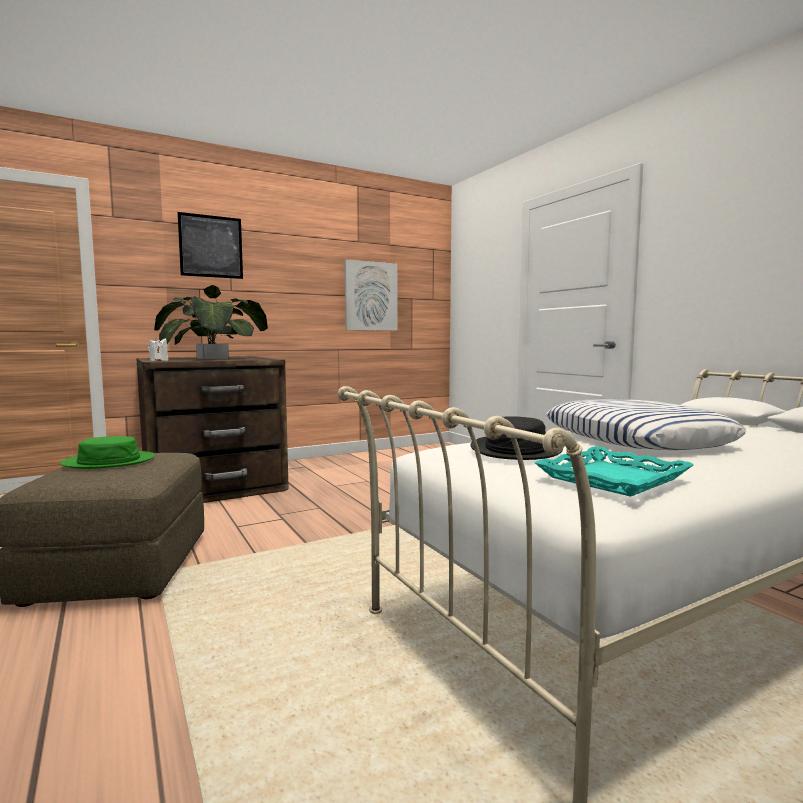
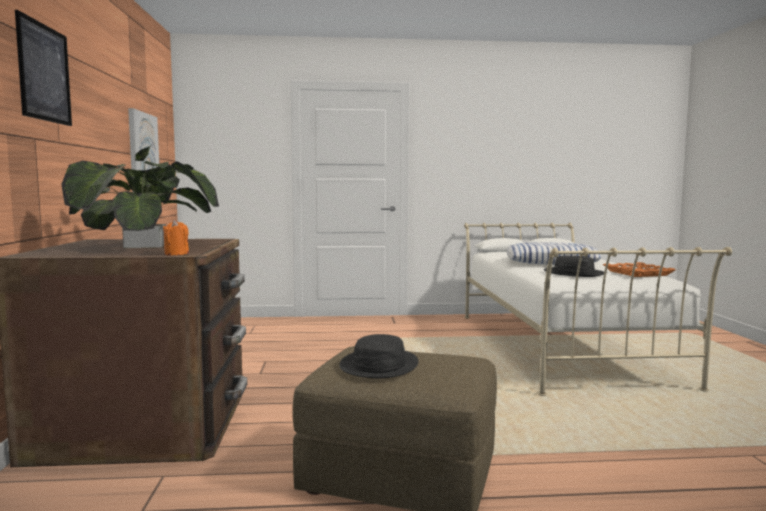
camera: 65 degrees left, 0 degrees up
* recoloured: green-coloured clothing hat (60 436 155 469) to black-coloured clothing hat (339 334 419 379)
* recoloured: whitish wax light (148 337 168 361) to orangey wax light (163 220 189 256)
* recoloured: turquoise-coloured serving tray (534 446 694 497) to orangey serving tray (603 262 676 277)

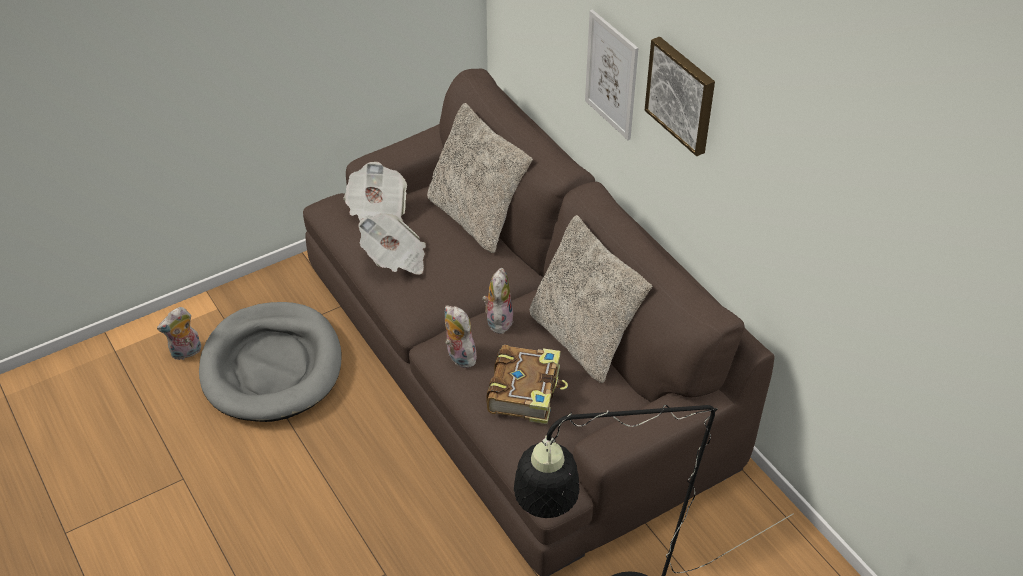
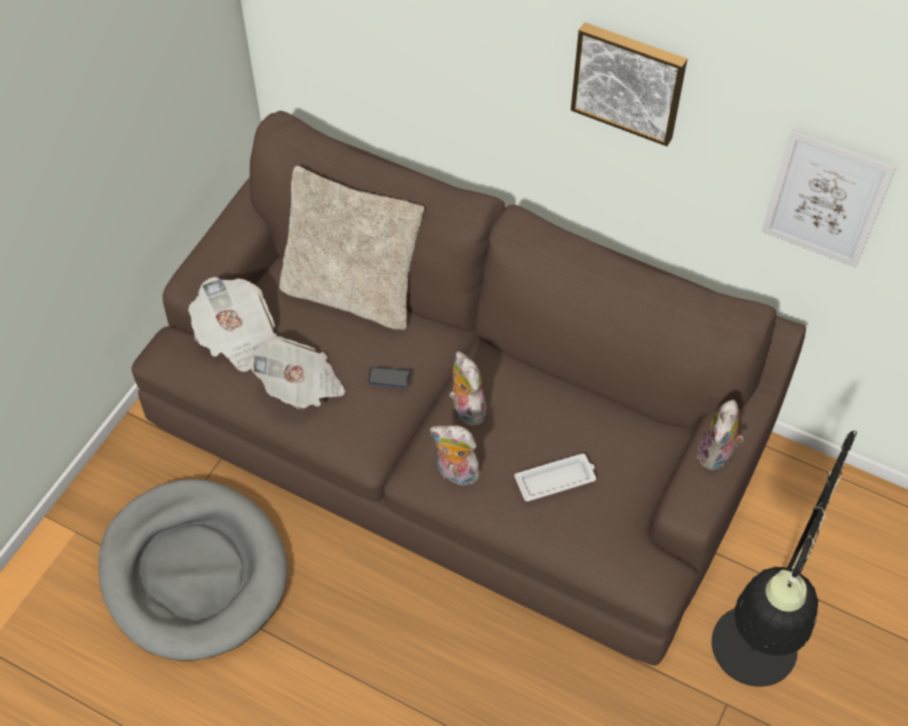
camera: 30 degrees left, 10 degrees up
* removed: beige cushion (530 215 652 383)
* added: handset (368 366 411 388)
* moved: soft toy (157 307 201 360) to (697 400 744 470)
* moved: wall picture (585 10 638 140) to (761 129 897 268)
* replaced: bound book (486 345 568 424) to whitish serving tray (514 454 596 501)

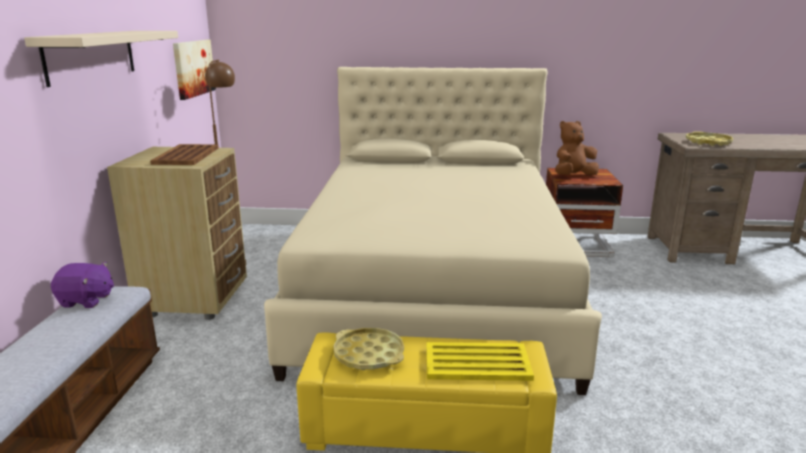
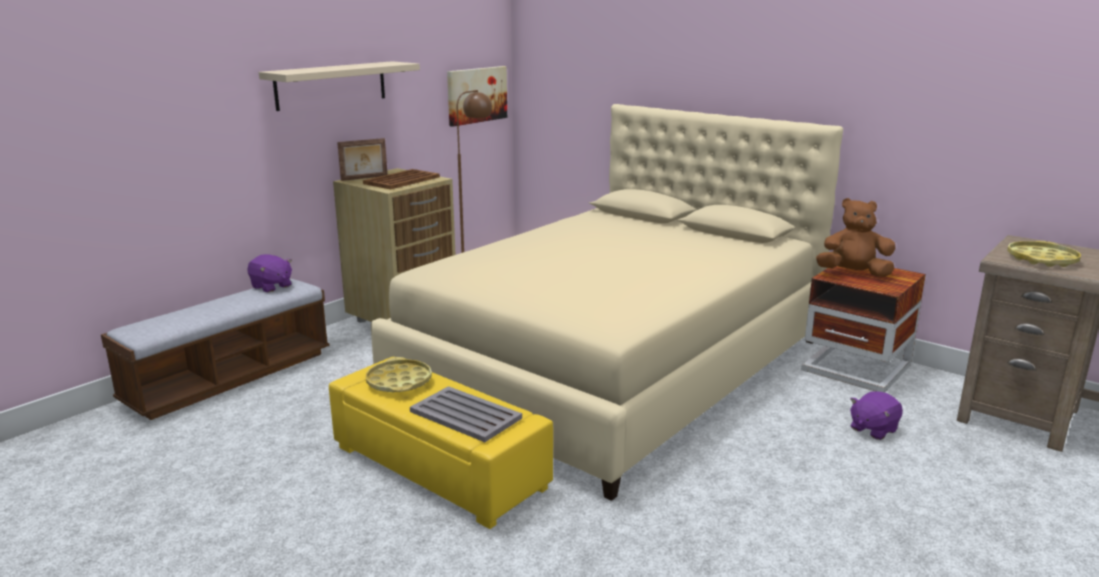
camera: 35 degrees right, 0 degrees up
* added: picture frame (337 138 388 181)
* added: purplish soft toy (850 392 903 440)
* recoloured: yellow-coloured serving tray (426 342 534 381) to grey serving tray (410 386 522 442)

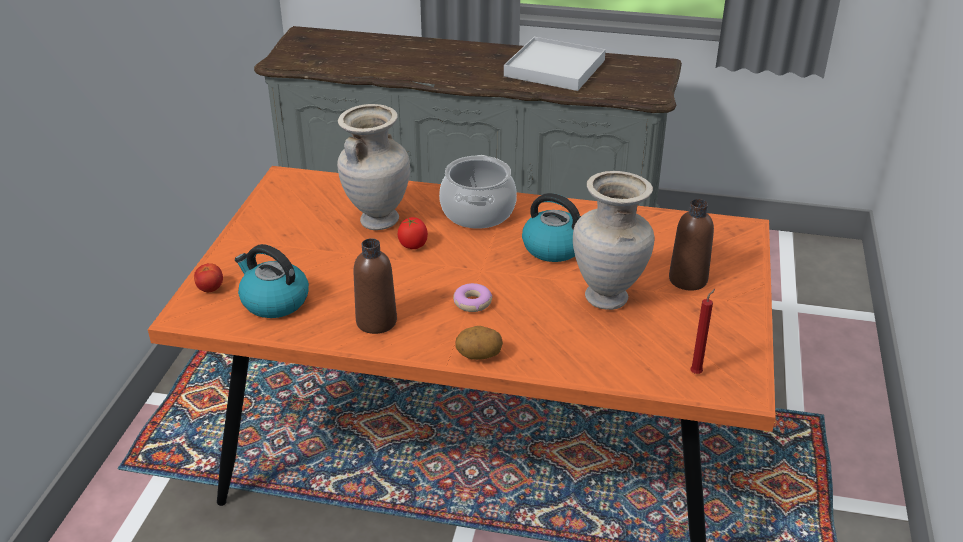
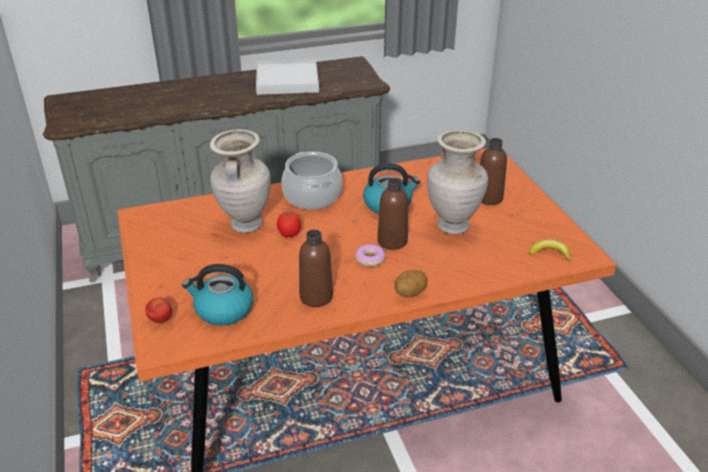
camera: 30 degrees left, 0 degrees up
* added: brown-coloured bottle (377 178 408 250)
* replaced: red-coloured wax light (690 289 715 374) to banana (529 239 571 262)

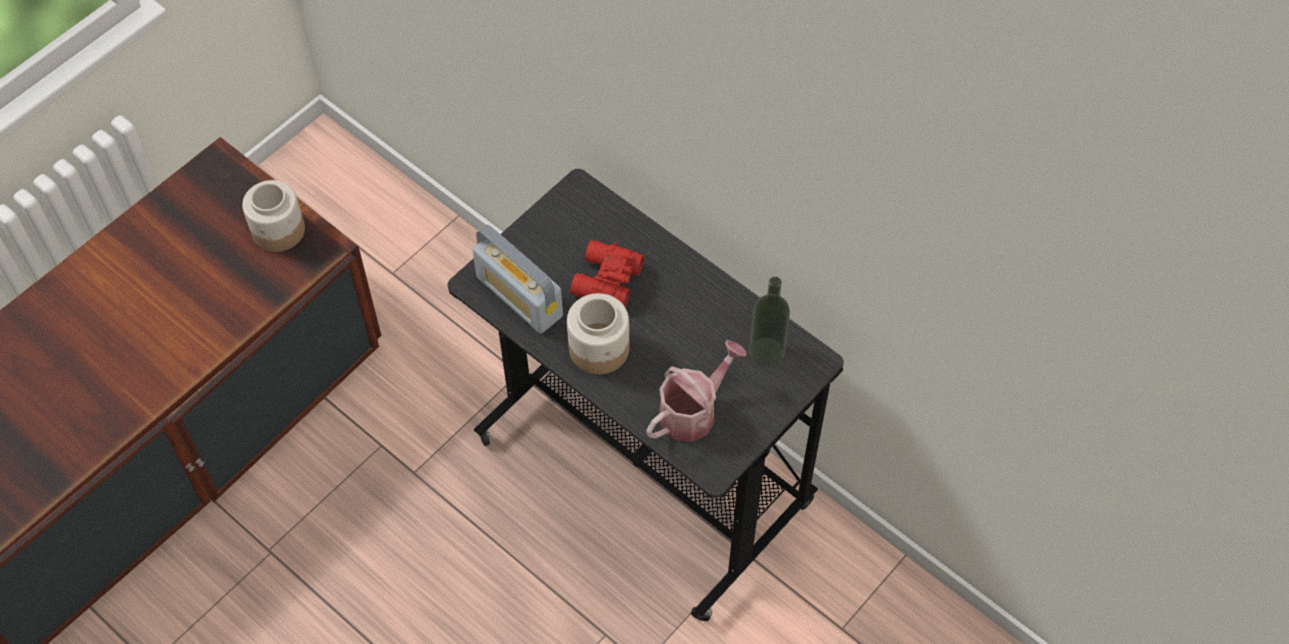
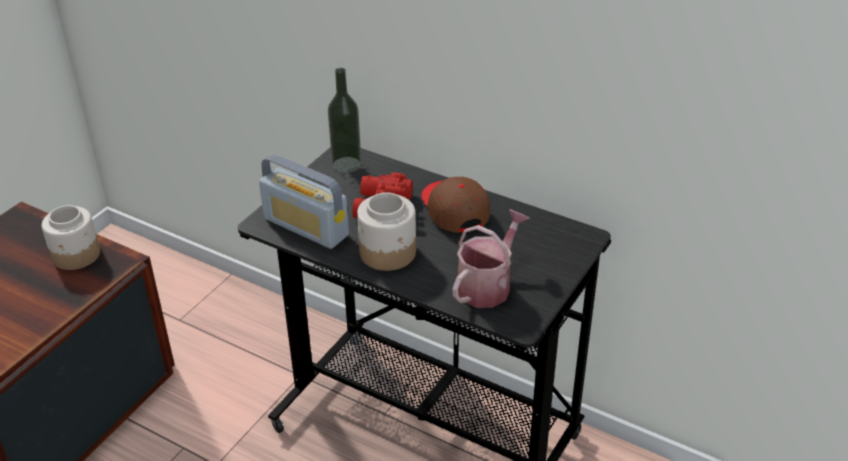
camera: 10 degrees left, 20 degrees down
* added: brown-coloured baseball cap (421 177 490 233)
* moved: bottle (749 277 790 367) to (328 68 362 173)

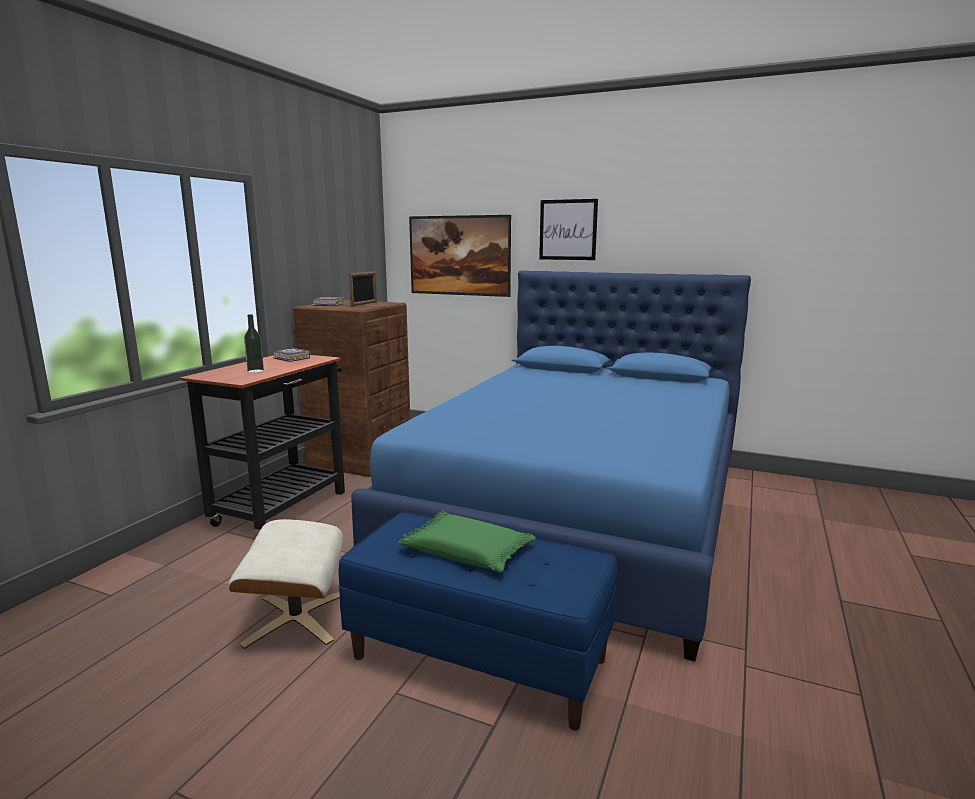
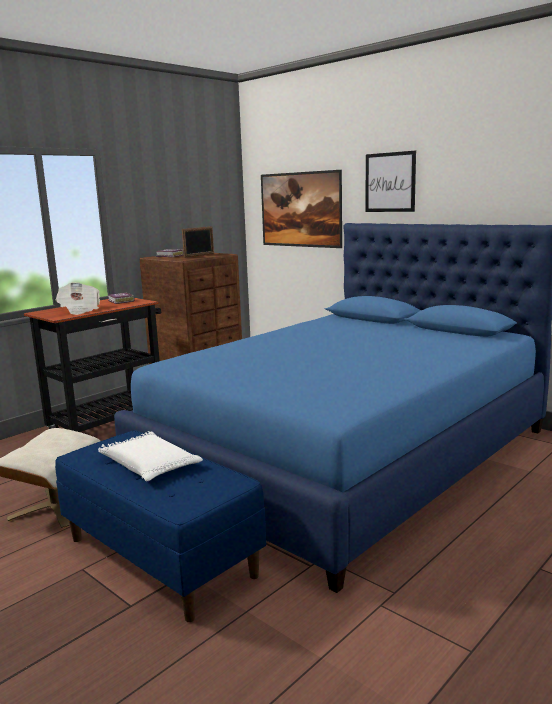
camera: 20 degrees right, 0 degrees up
* replaced: bottle (244 314 264 373) to daily paper (55 282 100 315)
* recoloured: green-coloured cushion (398 511 536 572) to whitish cushion (98 431 203 481)

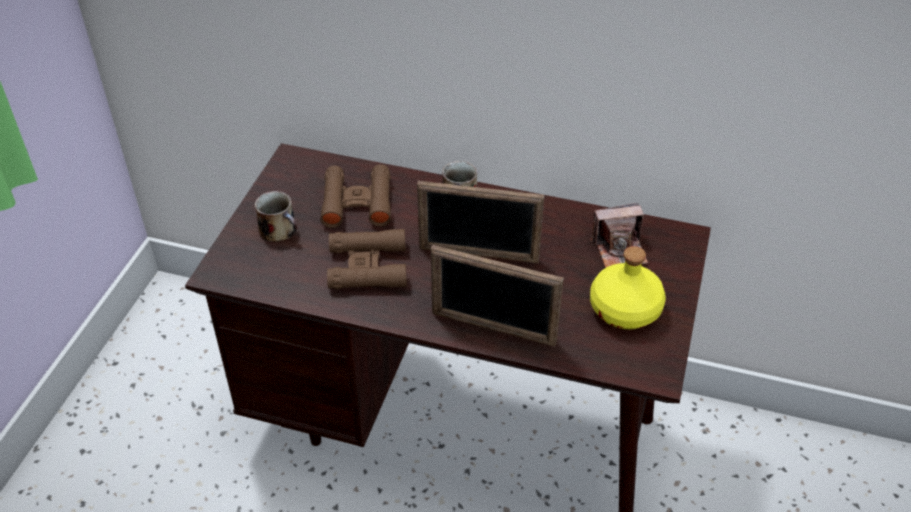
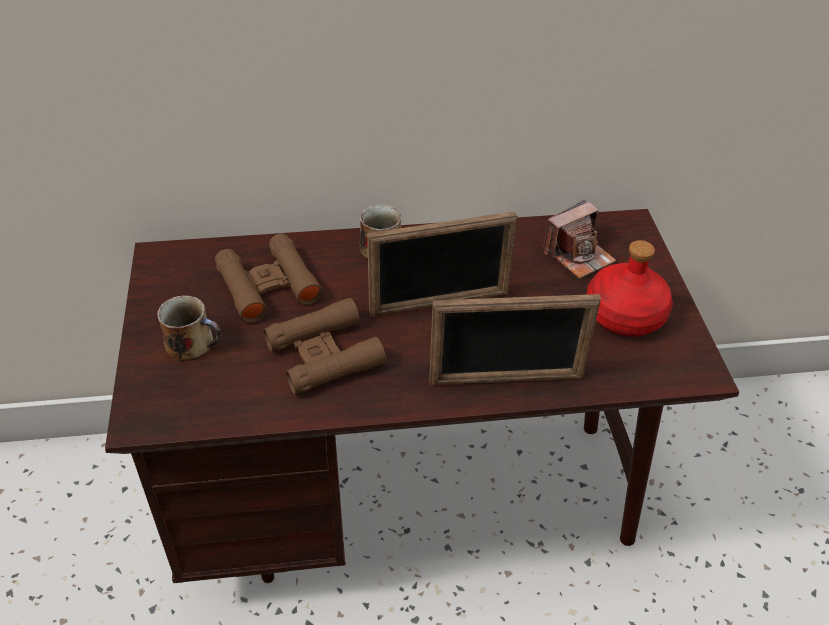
camera: 25 degrees left, 0 degrees up
* recoloured: yellow-coloured bottle (590 246 666 329) to red-coloured bottle (586 240 673 337)

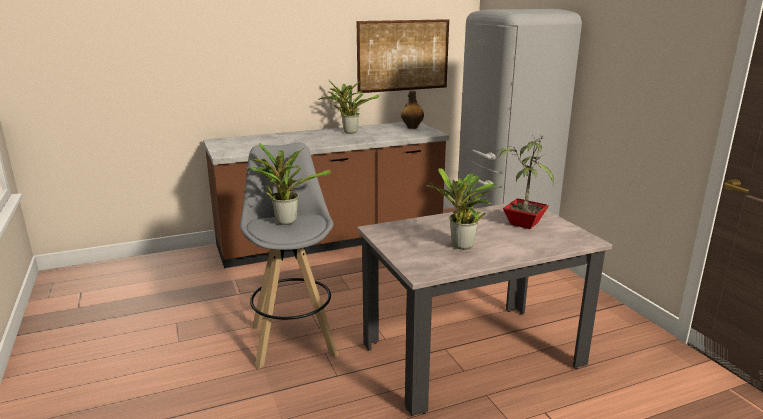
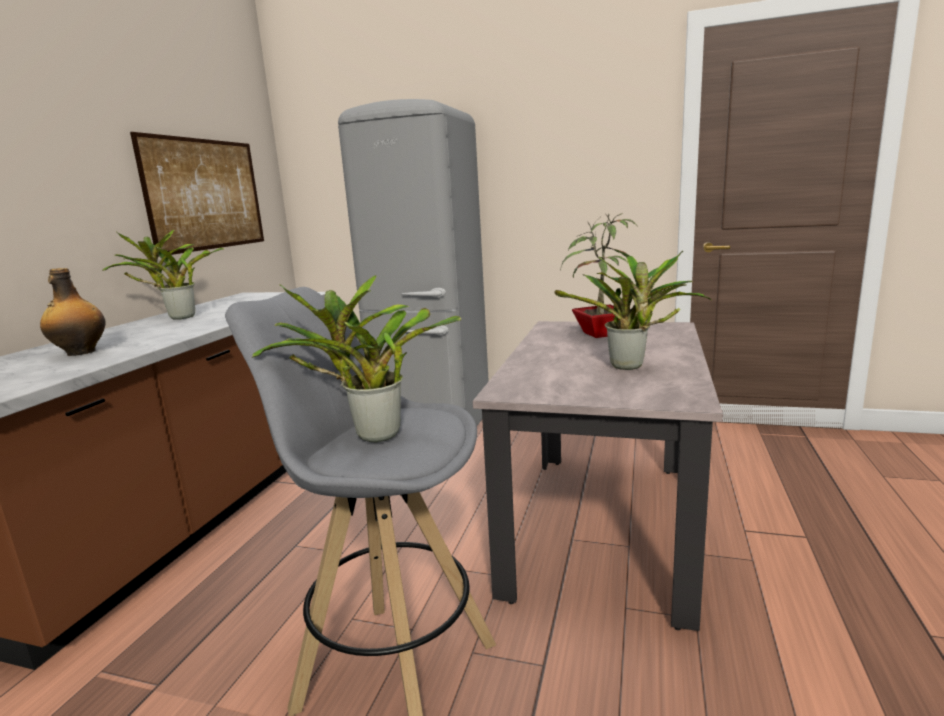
camera: 50 degrees left, 5 degrees down
* moved: bottle (401 90 424 129) to (40 268 106 356)

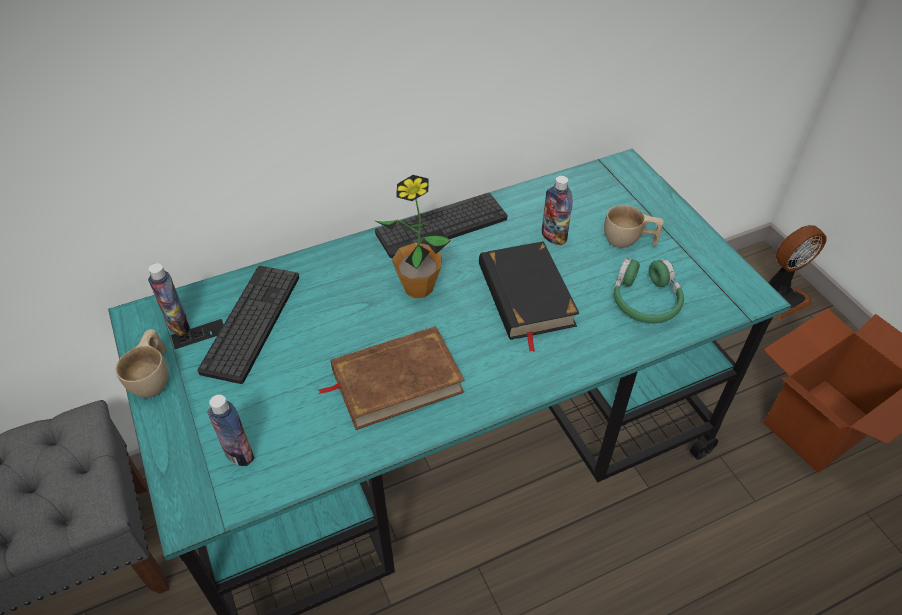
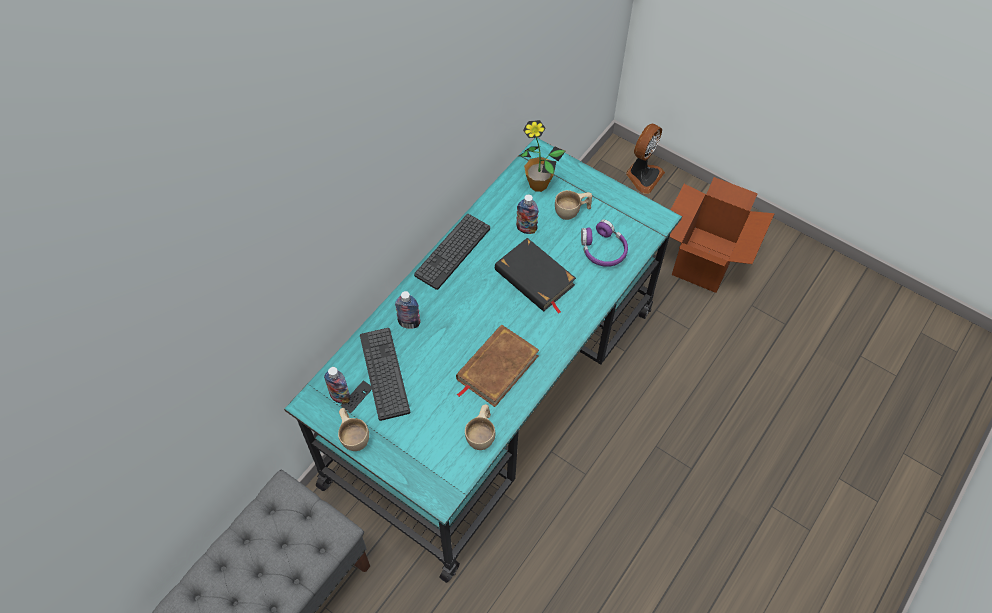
camera: 30 degrees left, 10 degrees up
* added: beige drinking cup (465 404 495 450)
* moved: bottle (207 394 254 466) to (395 291 421 329)
* moved: plant in a pot (376 175 451 298) to (519 120 565 192)
* recoloured: green-coloured pair of headphones (614 258 684 323) to purplish pair of headphones (581 220 628 267)

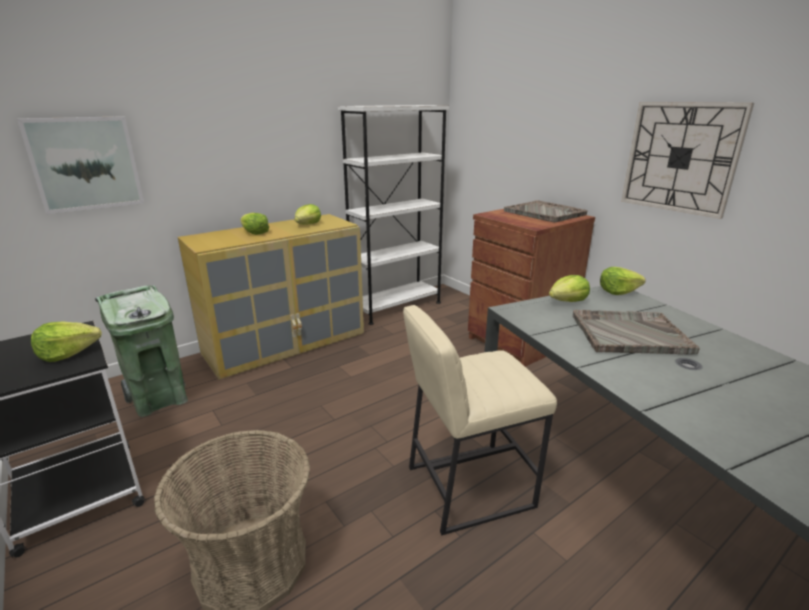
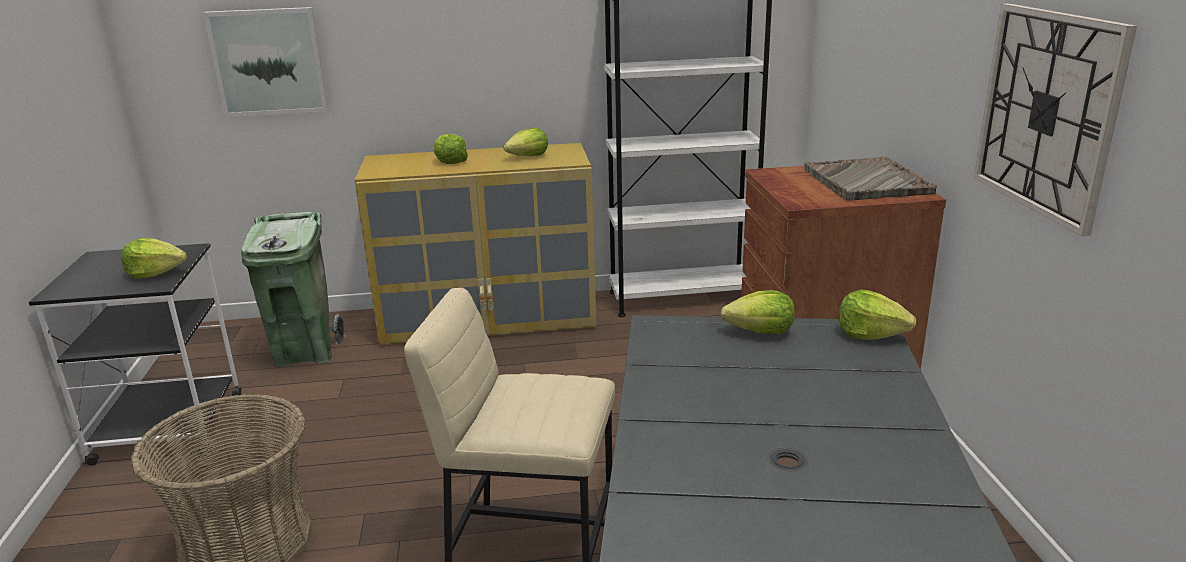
camera: 30 degrees right, 0 degrees up
* removed: grey serving tray (573 310 699 355)

